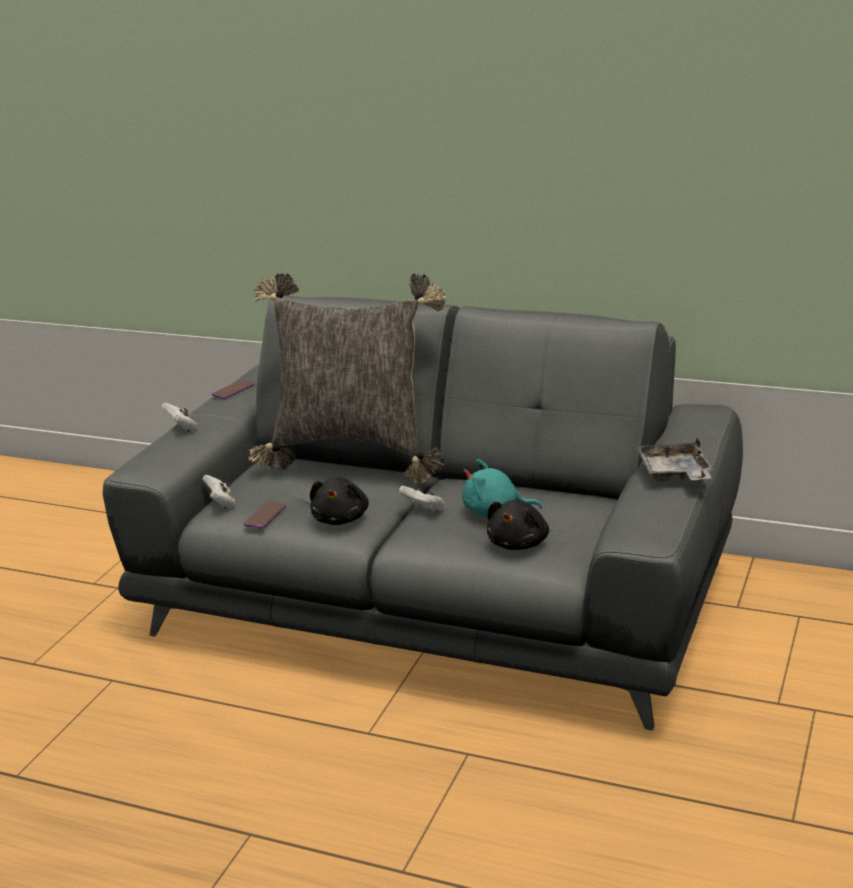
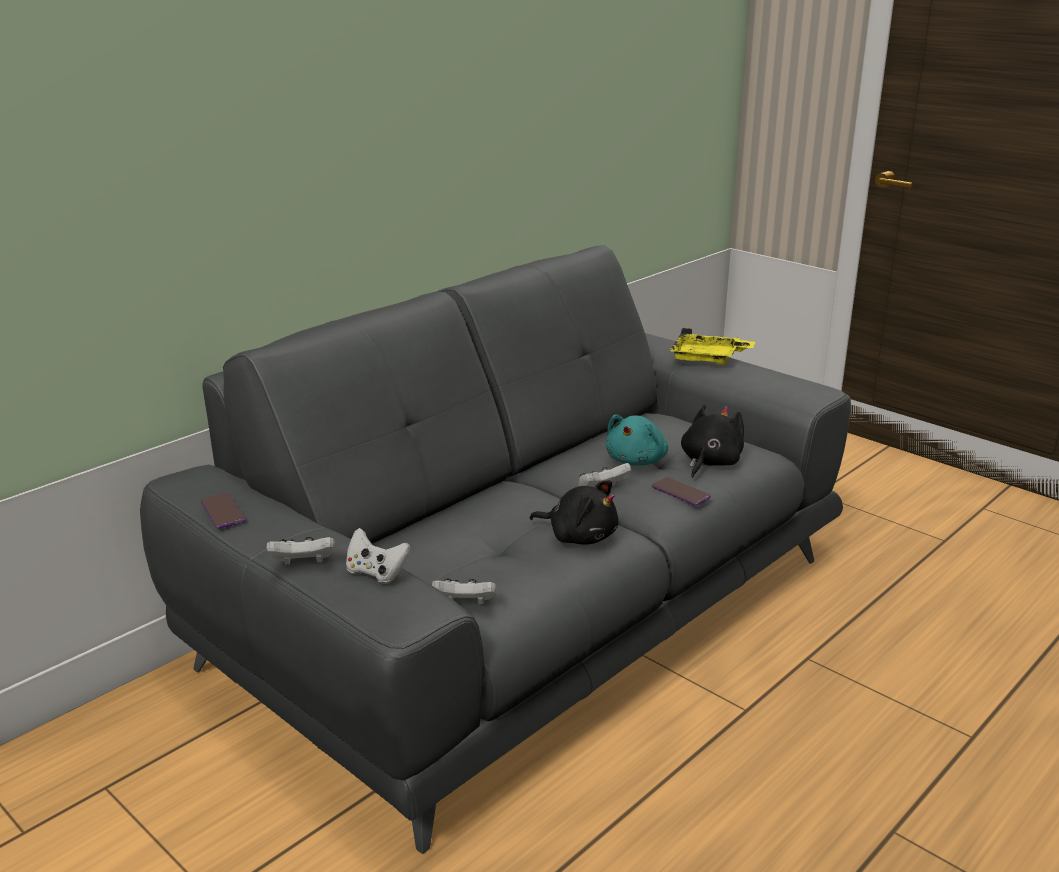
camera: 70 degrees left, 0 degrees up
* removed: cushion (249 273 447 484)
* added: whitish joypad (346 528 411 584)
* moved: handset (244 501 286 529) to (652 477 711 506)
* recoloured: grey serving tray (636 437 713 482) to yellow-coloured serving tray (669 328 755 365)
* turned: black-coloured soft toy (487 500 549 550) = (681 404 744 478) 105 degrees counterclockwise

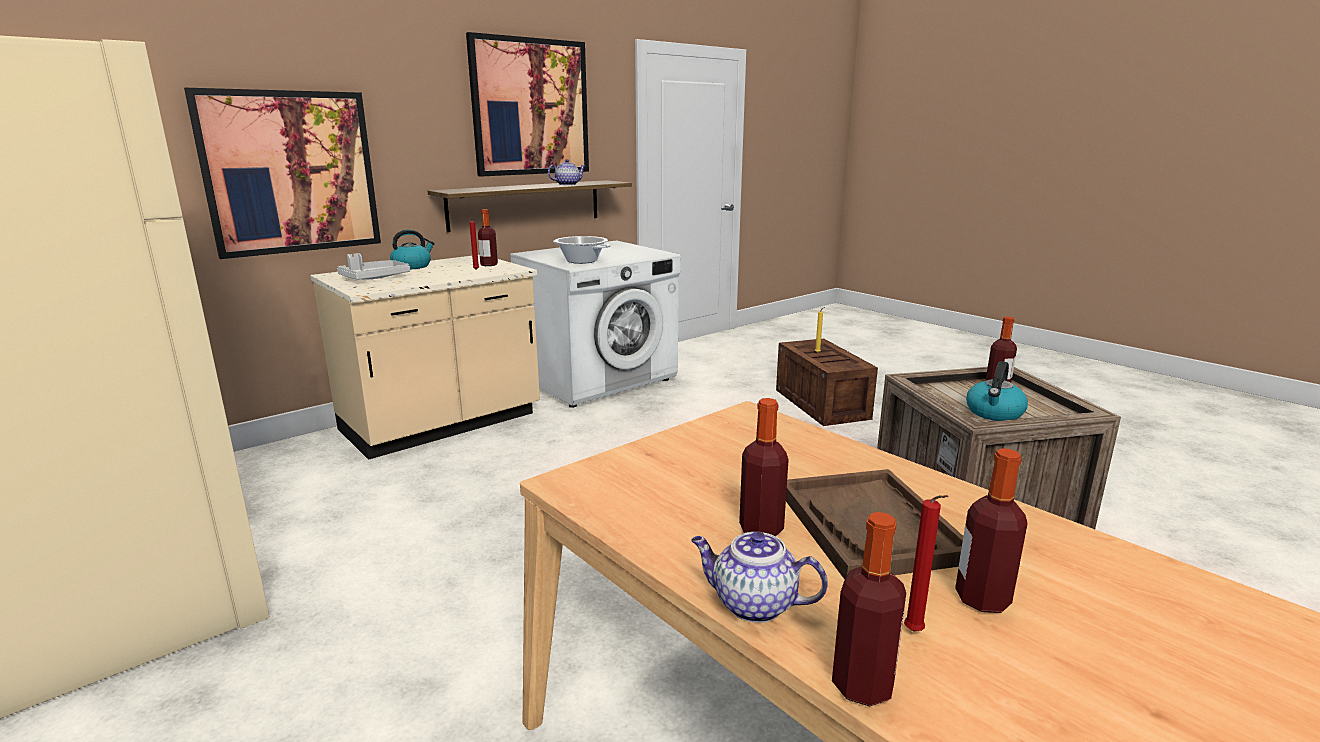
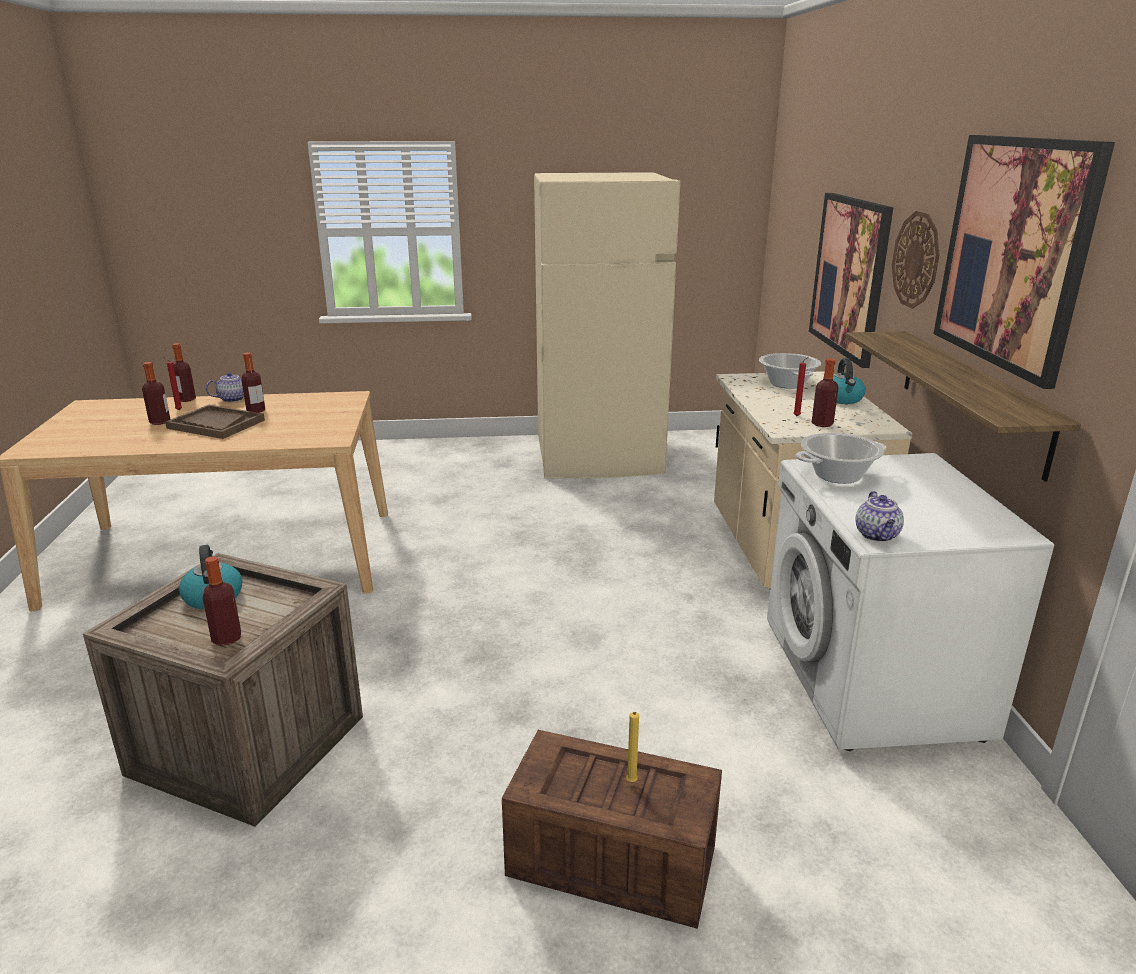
camera: 125 degrees right, 5 degrees up
* added: wall clock (892 211 940 309)
* moved: teapot (548 159 585 185) to (855 491 904 542)
* replaced: grey serving tray (337 253 410 280) to stockpot (759 353 821 389)

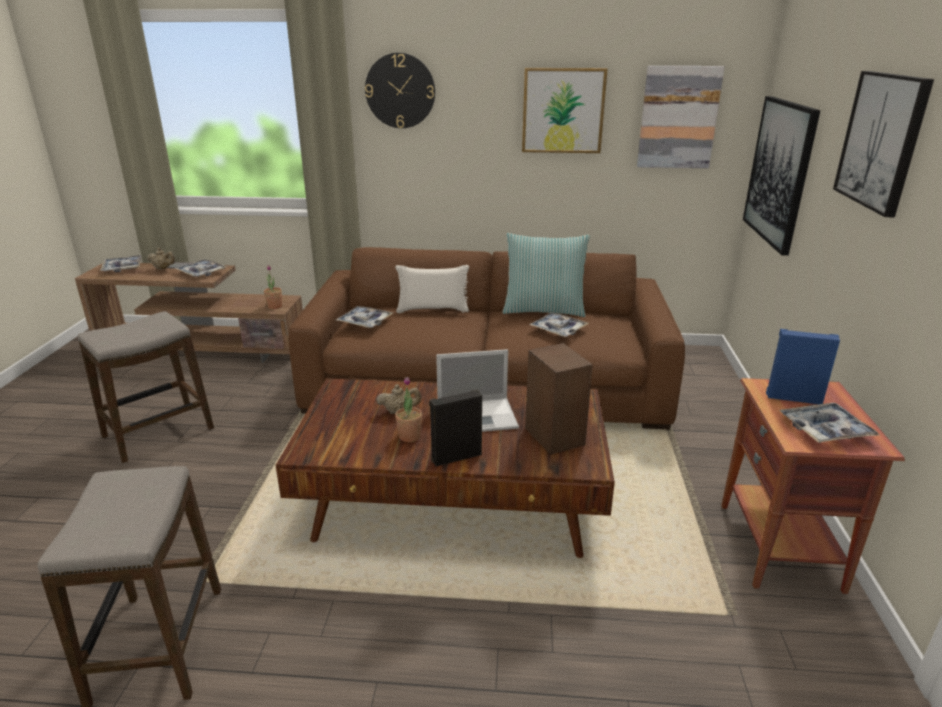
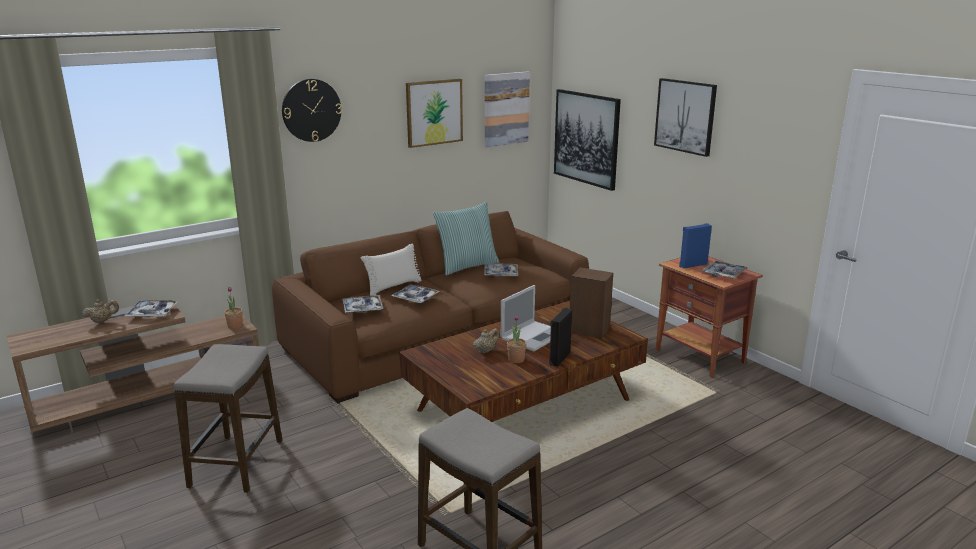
camera: 40 degrees left, 5 degrees down
* moved: serving tray (101 255 142 272) to (391 284 439 303)

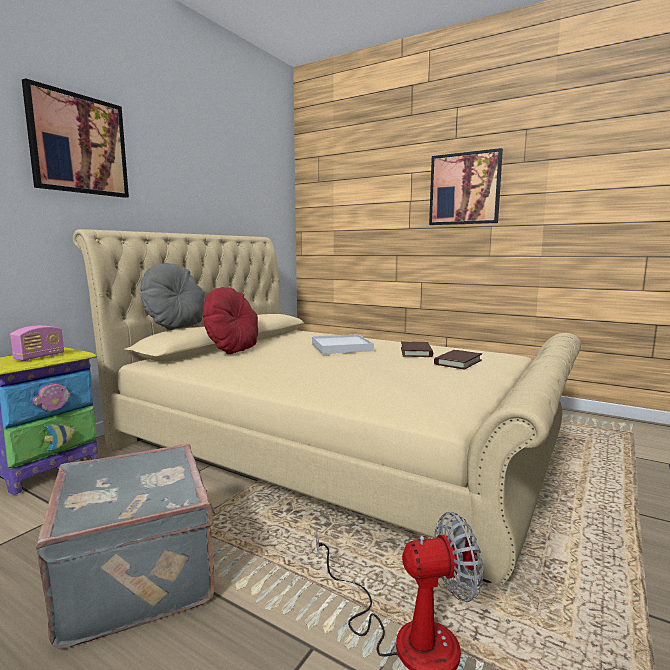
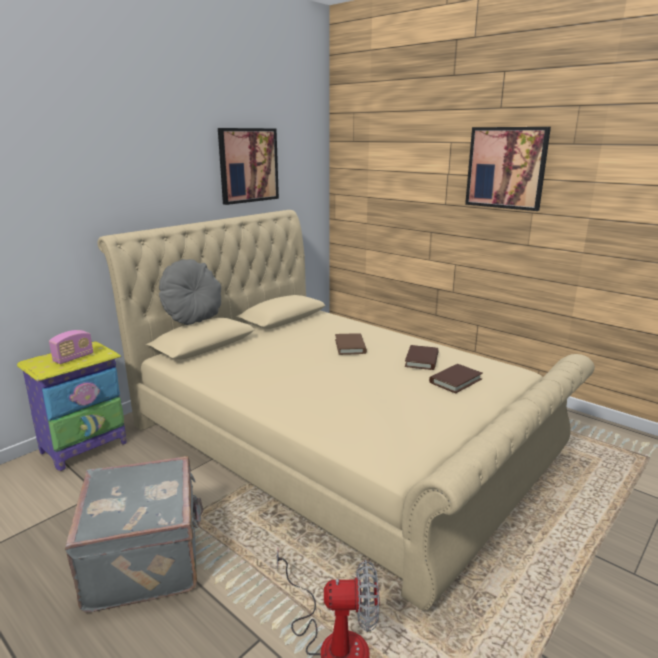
camera: 10 degrees right, 10 degrees up
* removed: red-coloured cushion (203 287 258 354)
* moved: wall picture (22 78 129 198) to (218 128 279 205)
* replaced: whitish serving tray (312 334 374 354) to brown-coloured bound book (335 333 367 355)

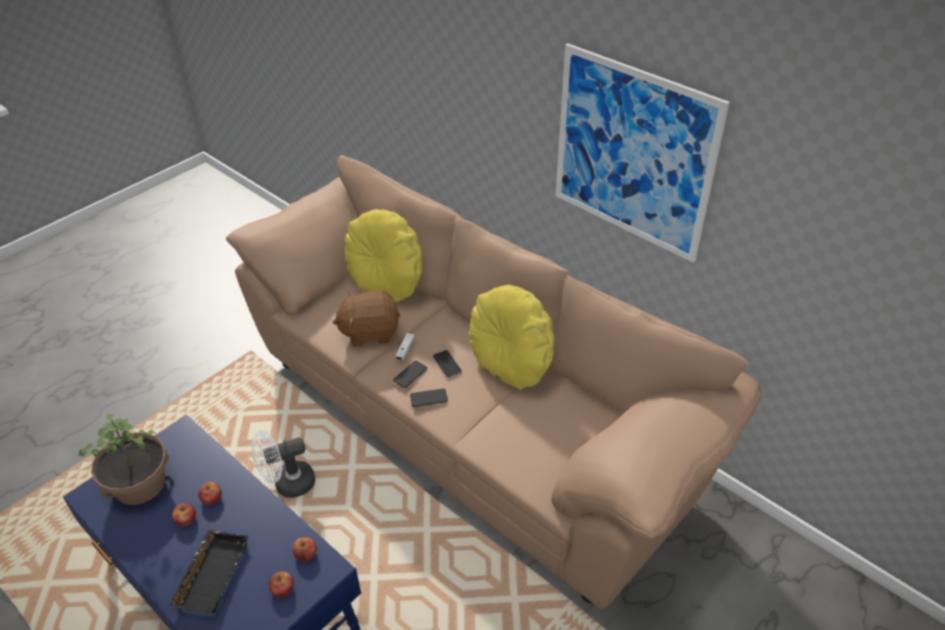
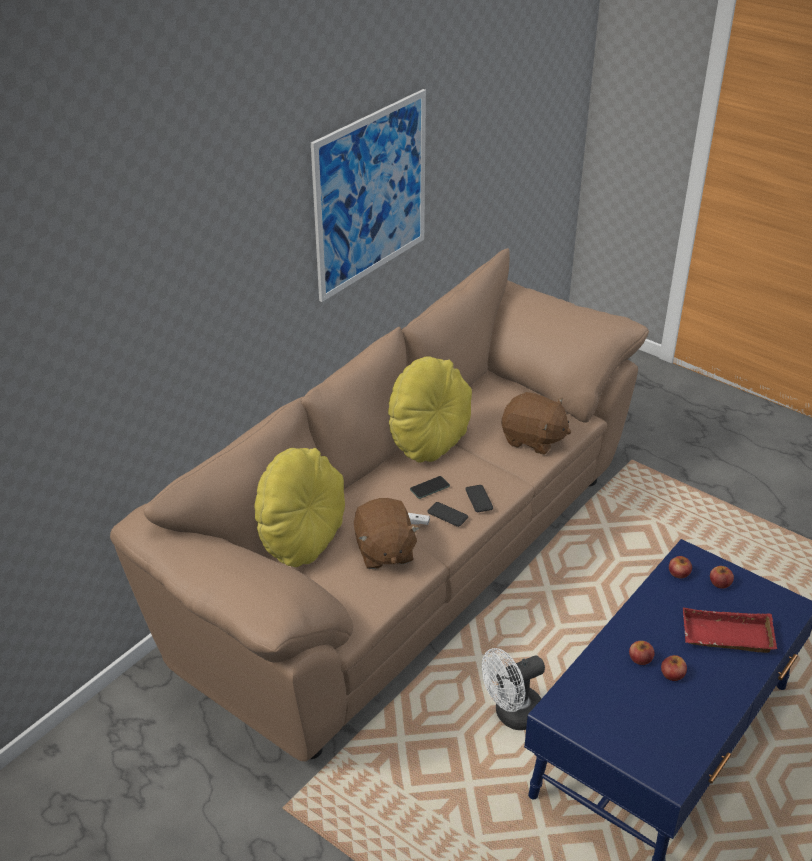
camera: 95 degrees left, 5 degrees down
* removed: plant in a pot (79 414 169 505)
* added: brown-coloured soft toy (502 392 571 455)
* recoloured: black-coloured serving tray (169 529 249 614) to red-coloured serving tray (683 607 777 653)
* turned: whitish electric fan (252 430 315 498) = (482 648 545 730) 90 degrees clockwise

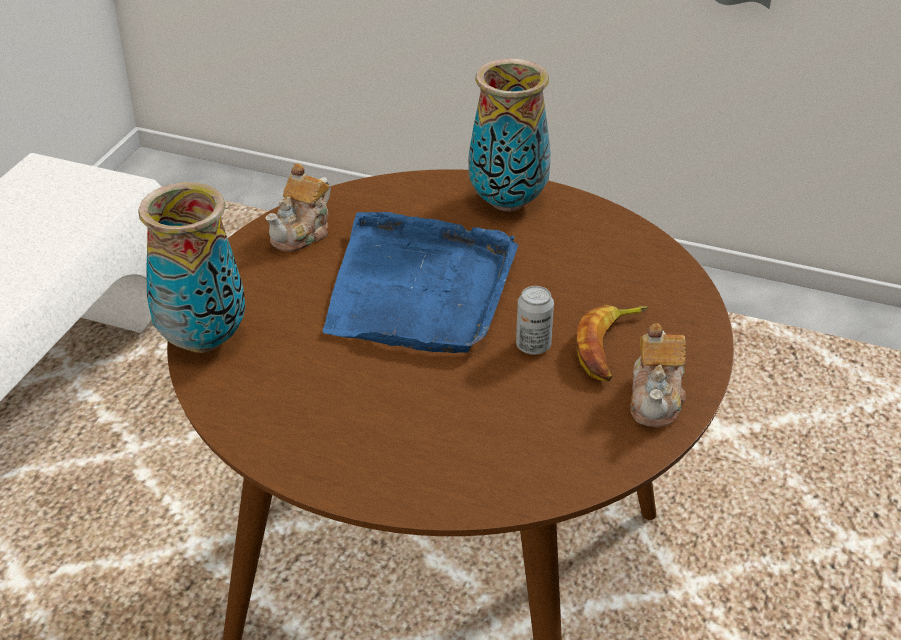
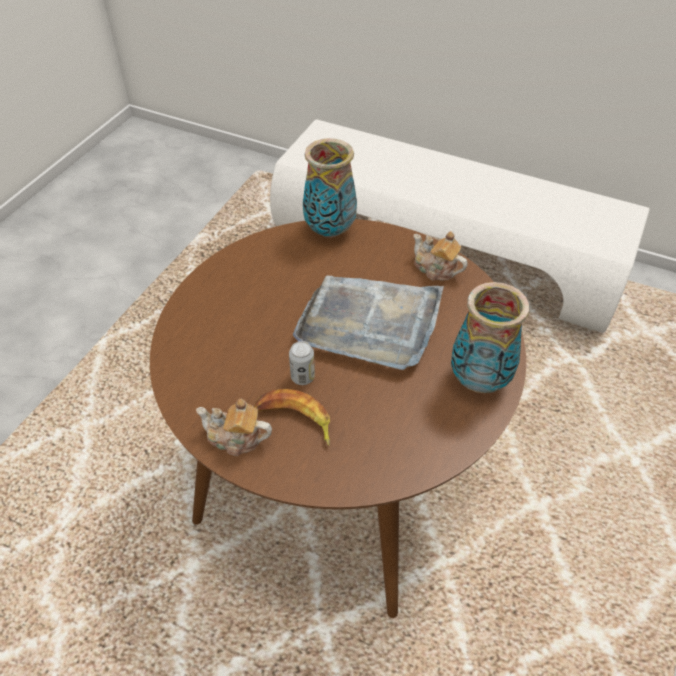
camera: 95 degrees right, 10 degrees up
* recoloured: blue-coloured serving tray (322 212 518 353) to grey serving tray (293 275 444 370)

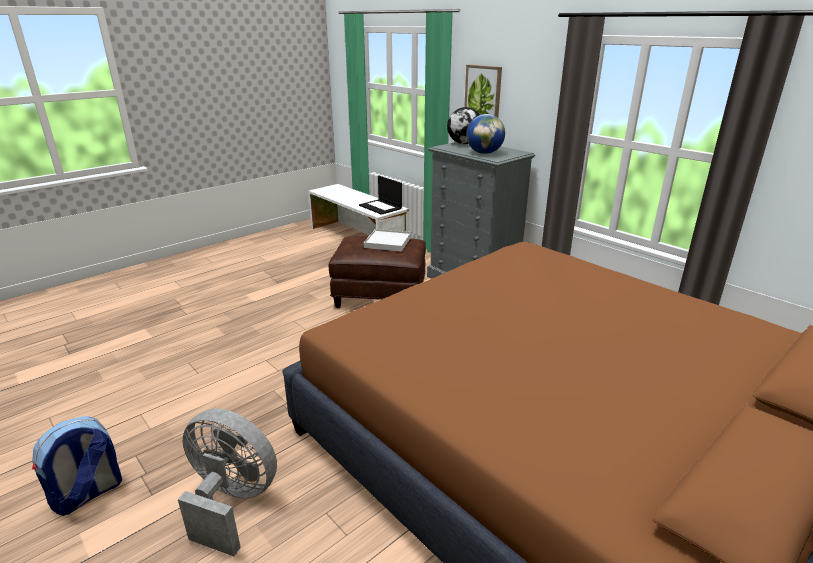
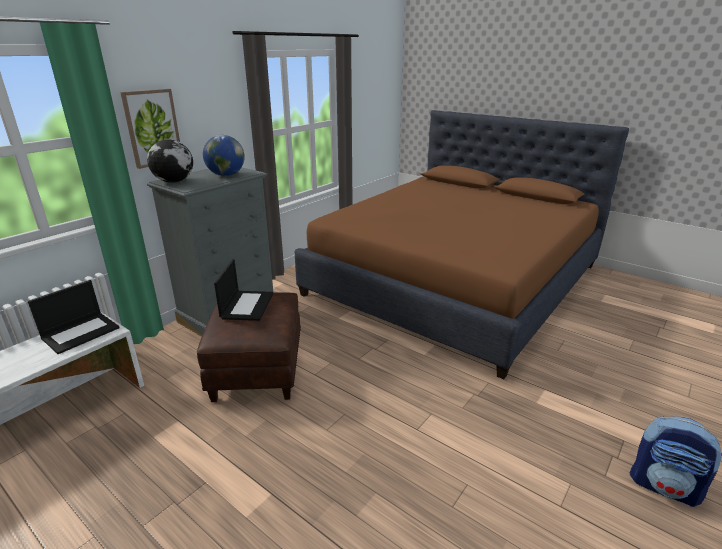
camera: 100 degrees left, 0 degrees up
* removed: grey electric fan (178 408 277 556)
* replaced: whitish serving tray (364 229 411 252) to notebook computer (214 259 273 321)

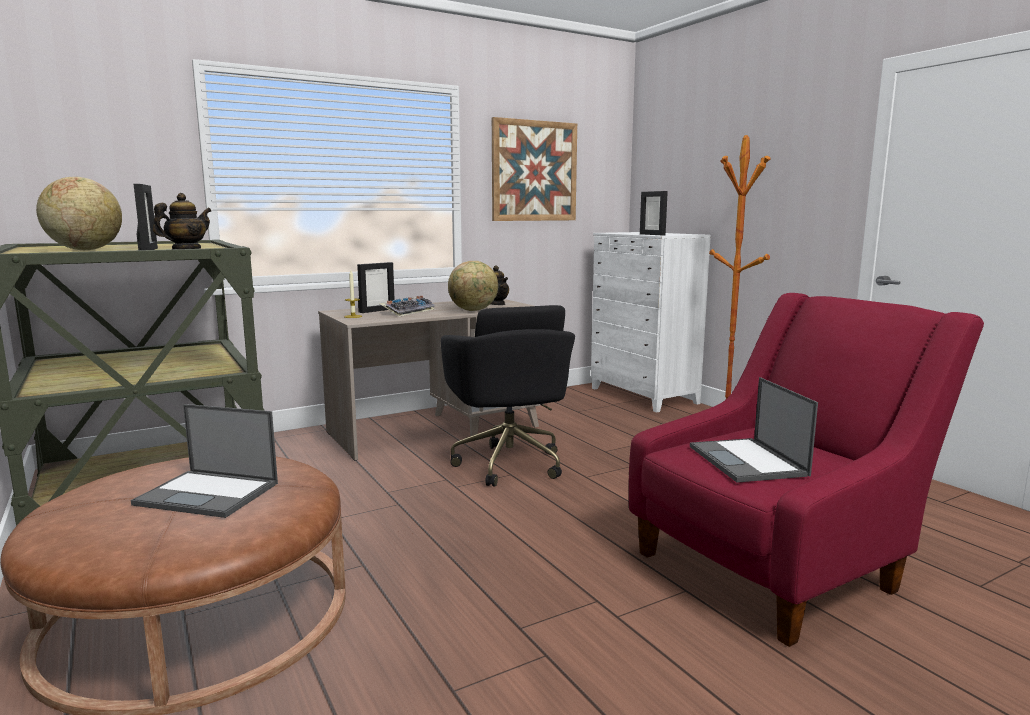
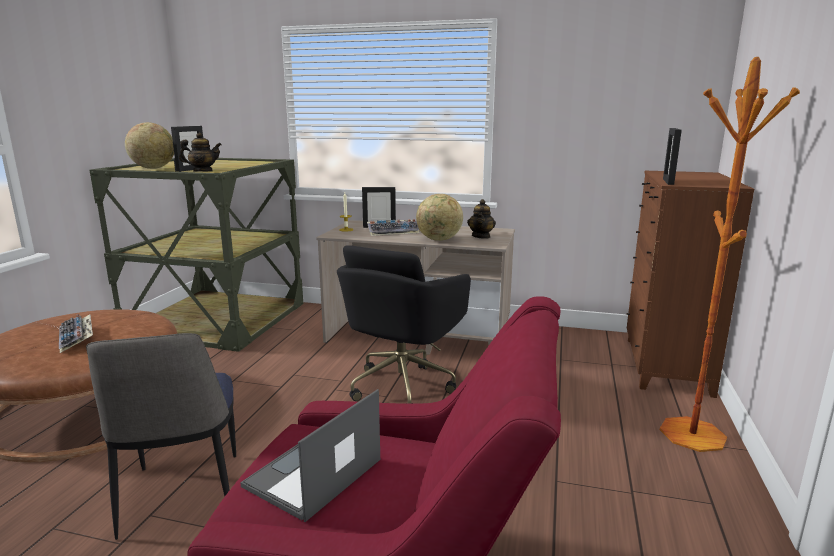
camera: 45 degrees right, 5 degrees up
* removed: wall picture (492 117 577 221)
* added: chair (86 333 236 540)
* replaced: notebook computer (131 404 278 518) to PC keyboard (59 314 93 353)
* recoloured: whitish dresser (591 232 711 413) to brown-coloured dresser (626 171 754 398)

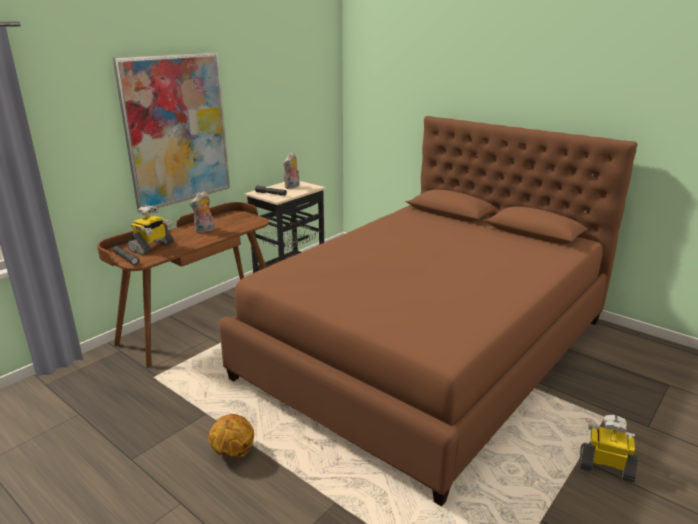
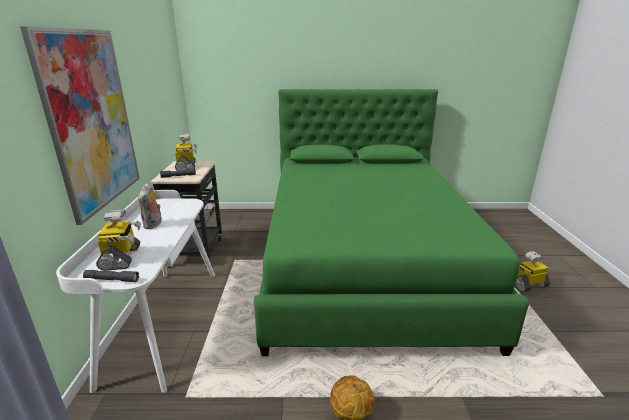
camera: 40 degrees left, 0 degrees up
* replaced: soft toy (283 152 300 189) to toy robot (175 134 197 171)
* recoloured: brown-coloured desk table (97 202 269 368) to whitish desk table (56 190 215 393)
* recoloured: brown-coloured sleeping bed (219 116 638 507) to green-coloured sleeping bed (254 89 529 356)

